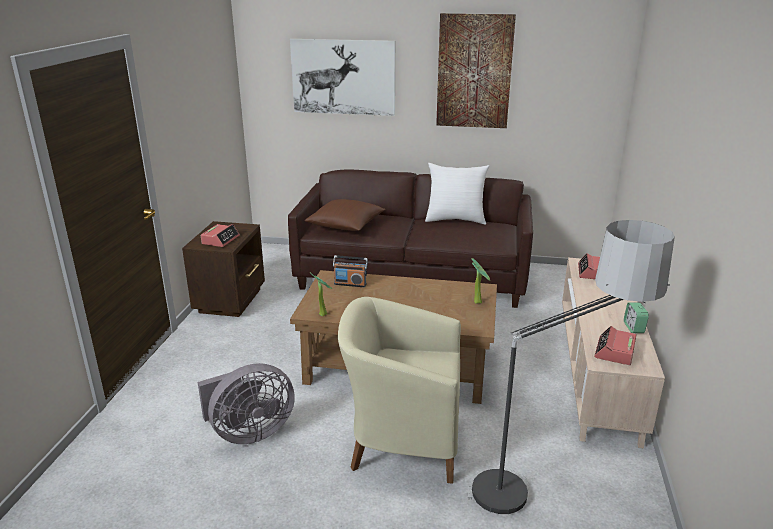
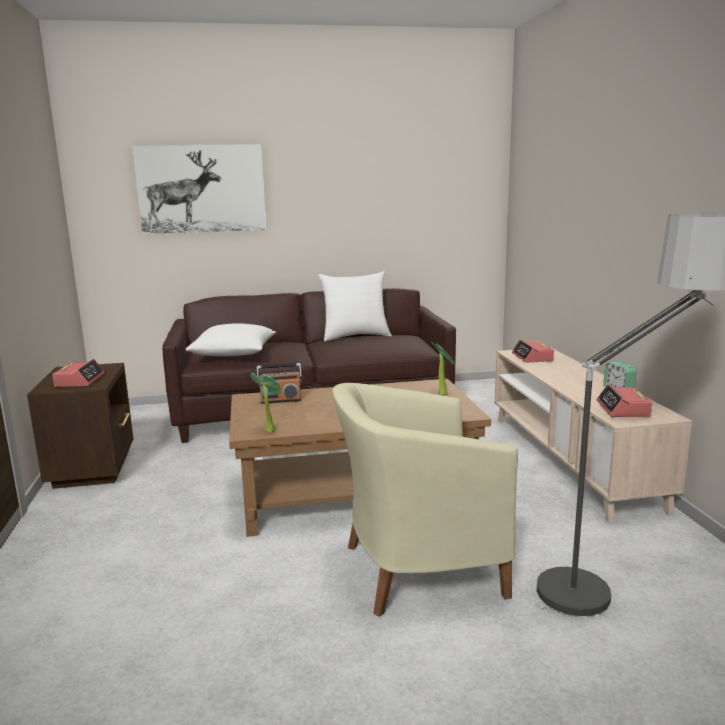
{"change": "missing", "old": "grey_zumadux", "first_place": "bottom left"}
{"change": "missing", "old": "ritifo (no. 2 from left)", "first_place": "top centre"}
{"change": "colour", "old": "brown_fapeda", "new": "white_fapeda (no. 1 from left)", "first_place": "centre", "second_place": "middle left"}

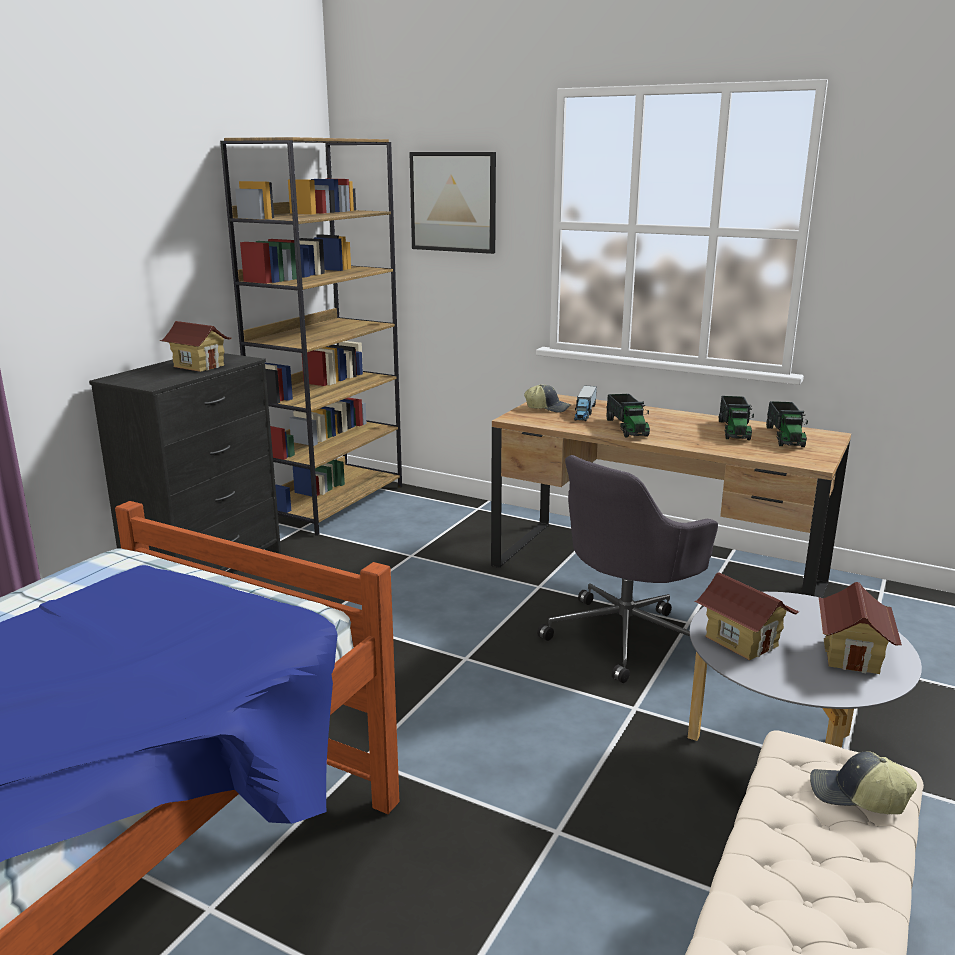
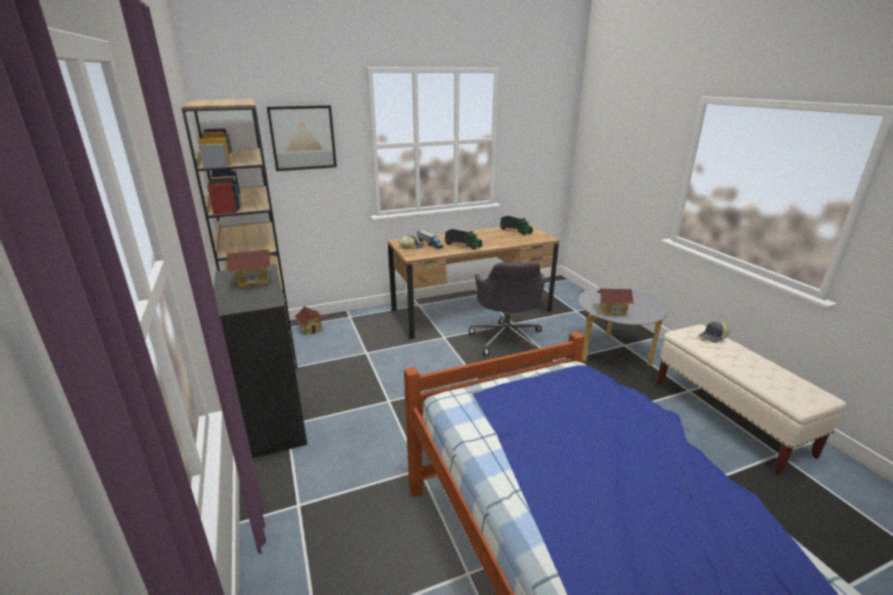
{"change": "missing", "old": "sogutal (no. 3 from left)", "first_place": "middle right"}
{"change": "relocated", "old": "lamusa (no. 3 from left in the first image)", "new": "lamusa (no. 2 from left)", "first_place": "middle right", "second_place": "centre"}

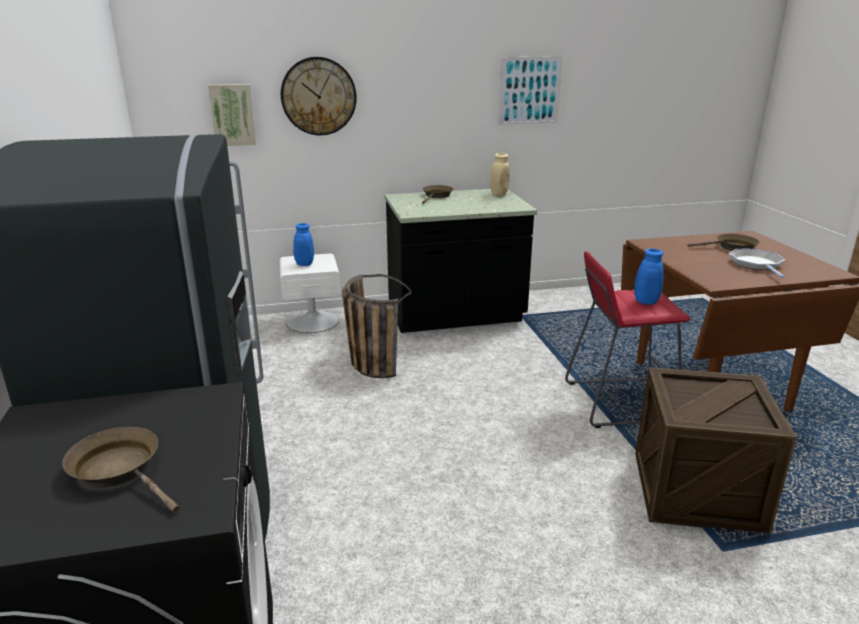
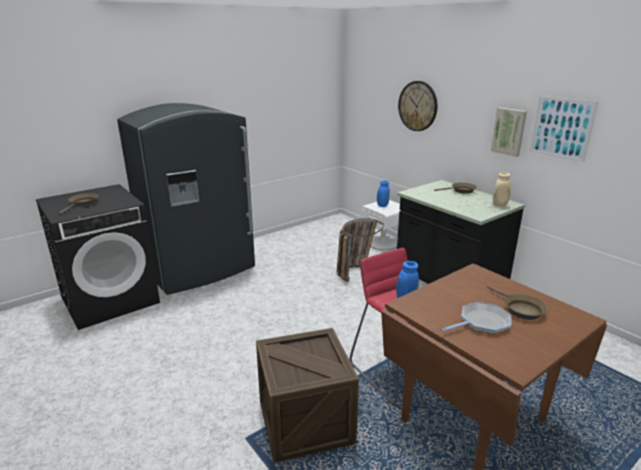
{"change": "relocated", "old": "ritifo (no. 1 from left)", "first_place": "top left", "second_place": "top right"}

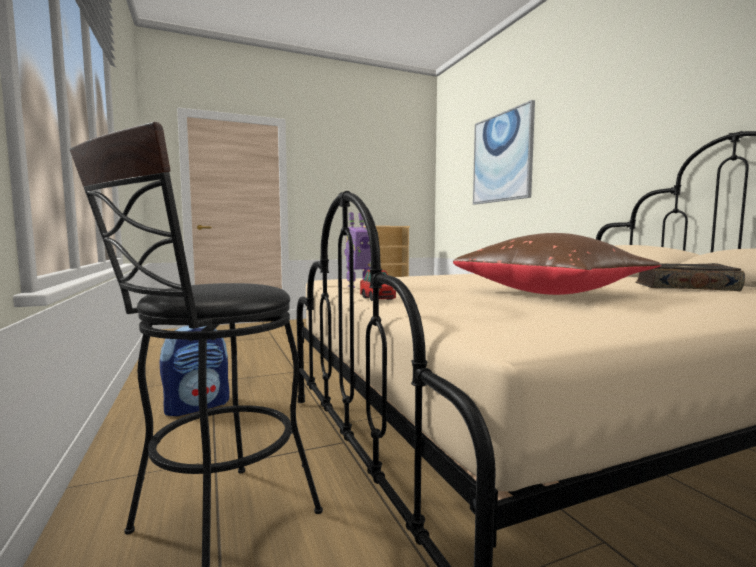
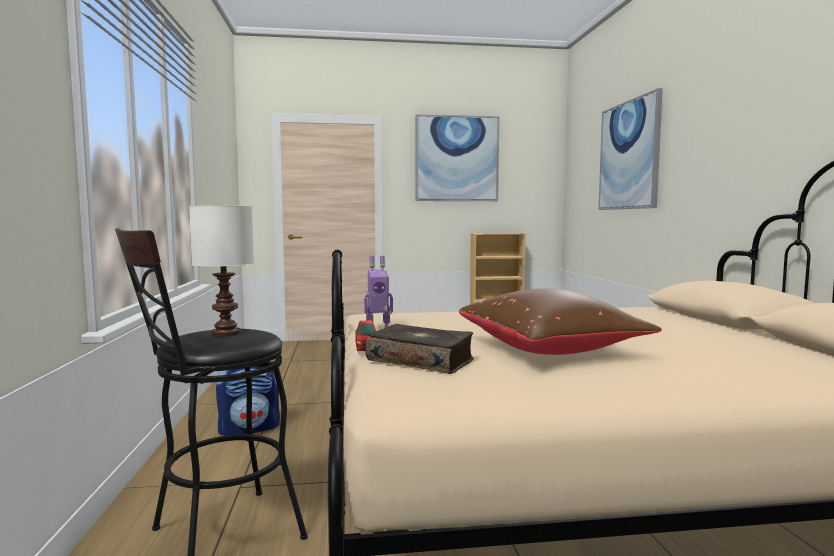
{"change": "appeared", "new": "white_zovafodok", "second_place": "middle left"}
{"change": "appeared", "new": "ritifo (no. 1 from left)", "second_place": "top centre"}
{"change": "relocated", "old": "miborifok", "first_place": "middle right", "second_place": "centre"}

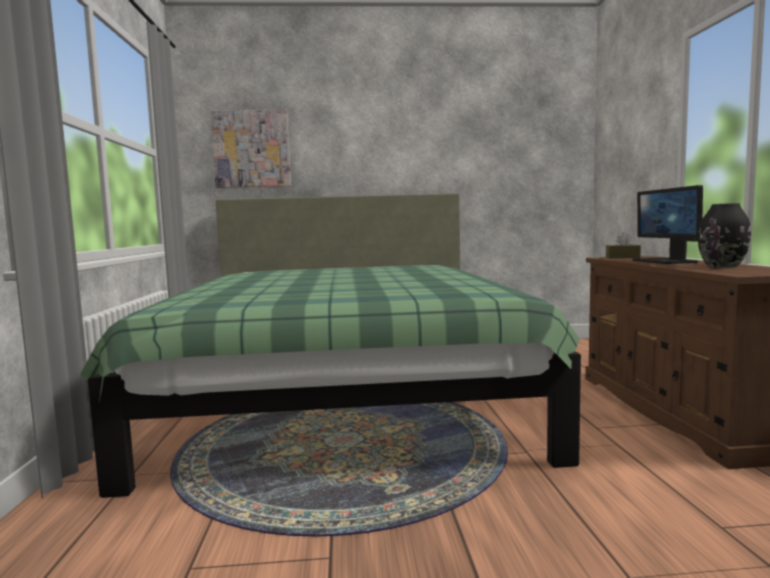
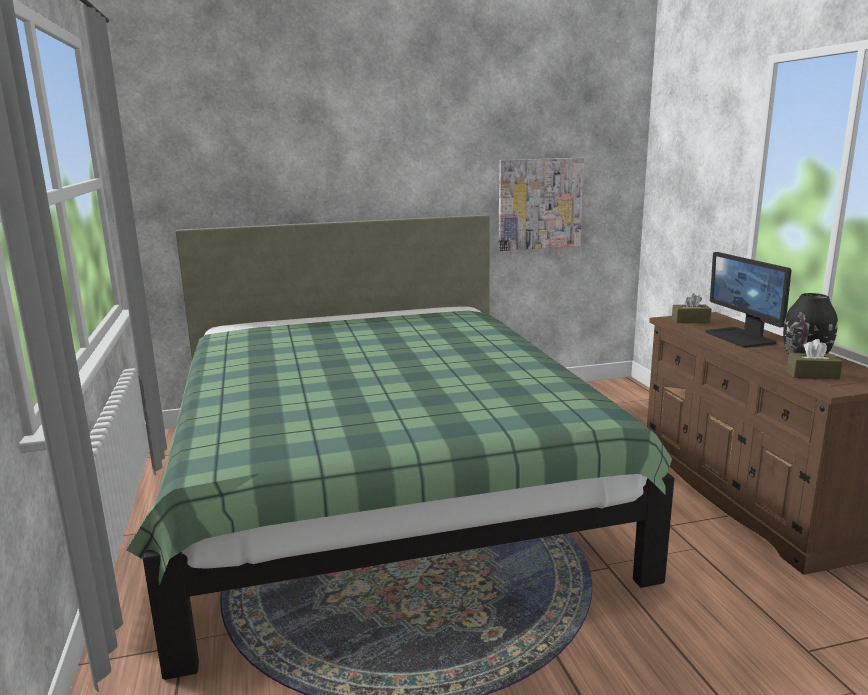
{"change": "appeared", "new": "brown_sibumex (no. 2 from left)", "second_place": "middle right"}
{"change": "relocated", "old": "ritifo", "first_place": "top left", "second_place": "top centre"}

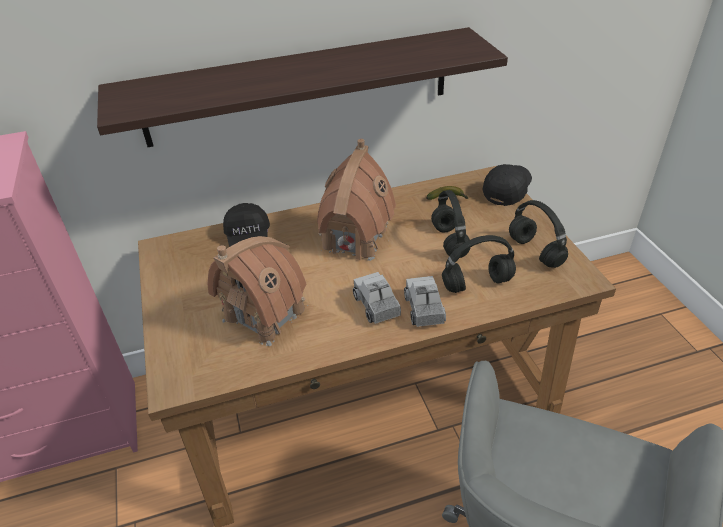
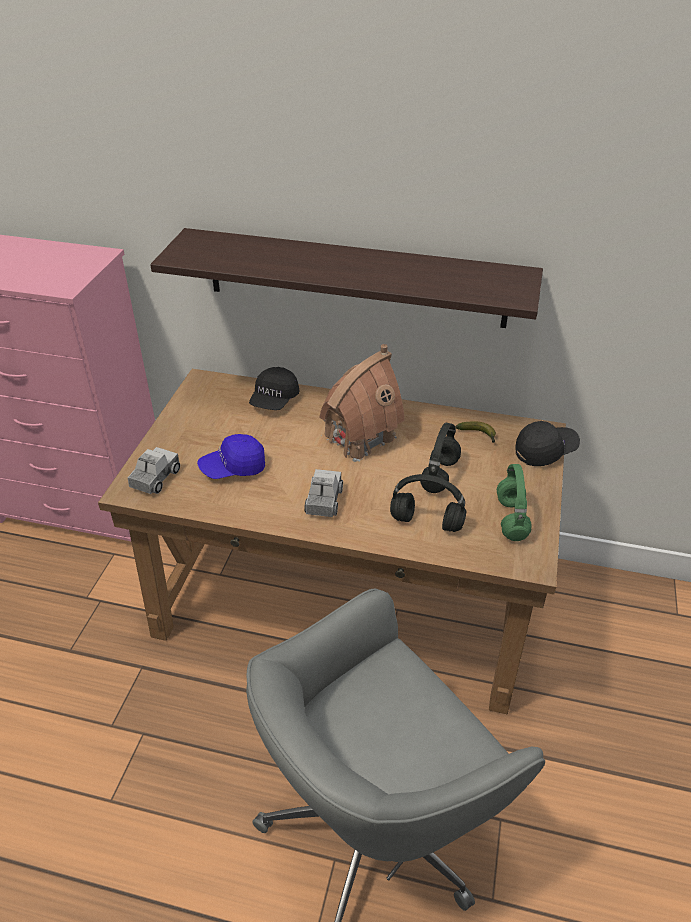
{"change": "relocated", "old": "sogutal (no. 2 from left in the first image)", "new": "sogutal (no. 1 from left)", "first_place": "centre", "second_place": "middle left"}
{"change": "exchanged", "old": "lamusa (no. 1 from left)", "new": "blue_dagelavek", "first_place": "centre", "second_place": "centre"}
{"change": "colour", "old": "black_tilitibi (no. 3 from left)", "new": "green_tilitibi", "first_place": "middle right", "second_place": "middle right"}

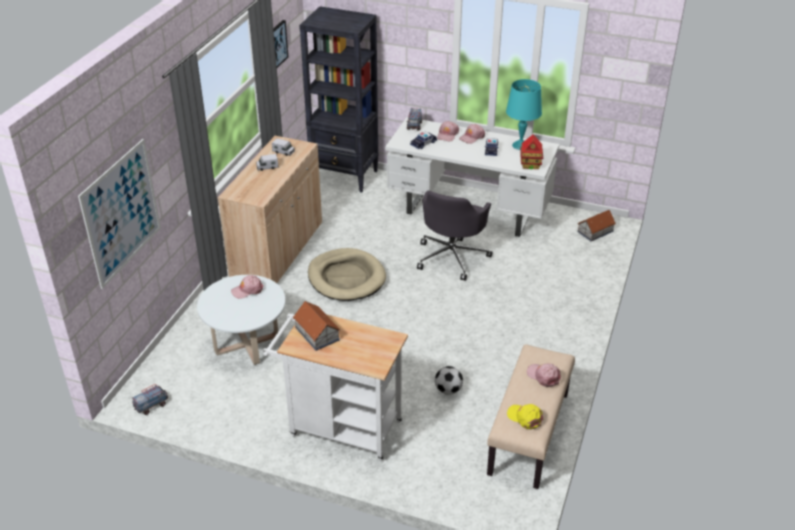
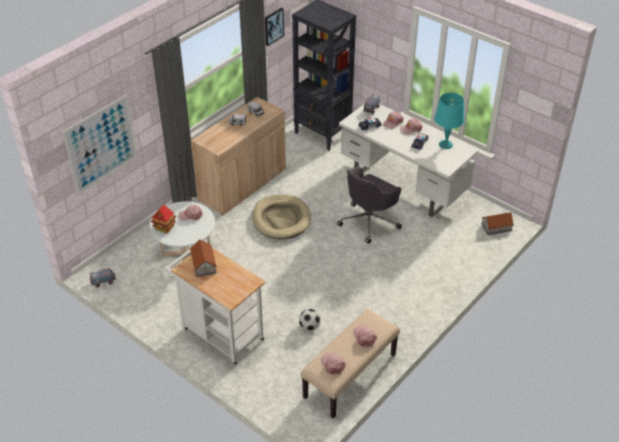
{"change": "relocated", "old": "lamusa (no. 2 from left in the first image)", "new": "lamusa (no. 1 from left)", "first_place": "top right", "second_place": "middle left"}
{"change": "colour", "old": "yellow_dagelavek", "new": "pink_dagelavek (no. 2 from left)", "first_place": "bottom centre", "second_place": "bottom centre"}

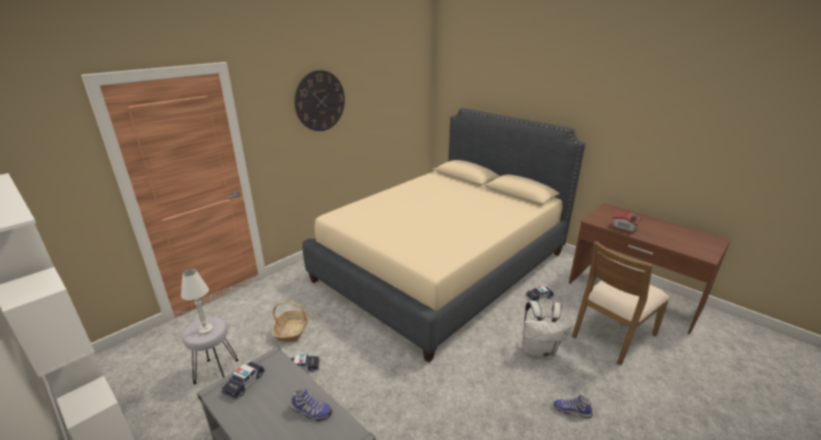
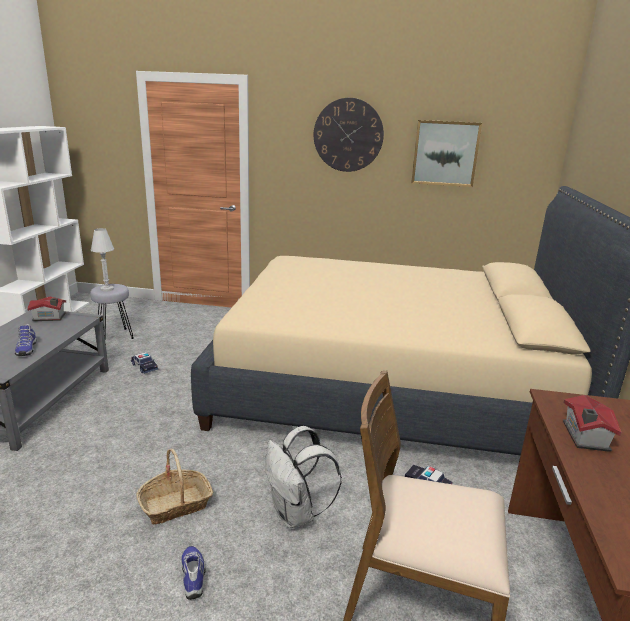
{"change": "appeared", "new": "ritifo", "second_place": "top right"}
{"change": "relocated", "old": "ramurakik", "first_place": "bottom centre", "second_place": "bottom left"}
{"change": "exchanged", "old": "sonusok (no. 1 from left)", "new": "lamusa (no. 1 from left)", "first_place": "bottom left", "second_place": "middle left"}

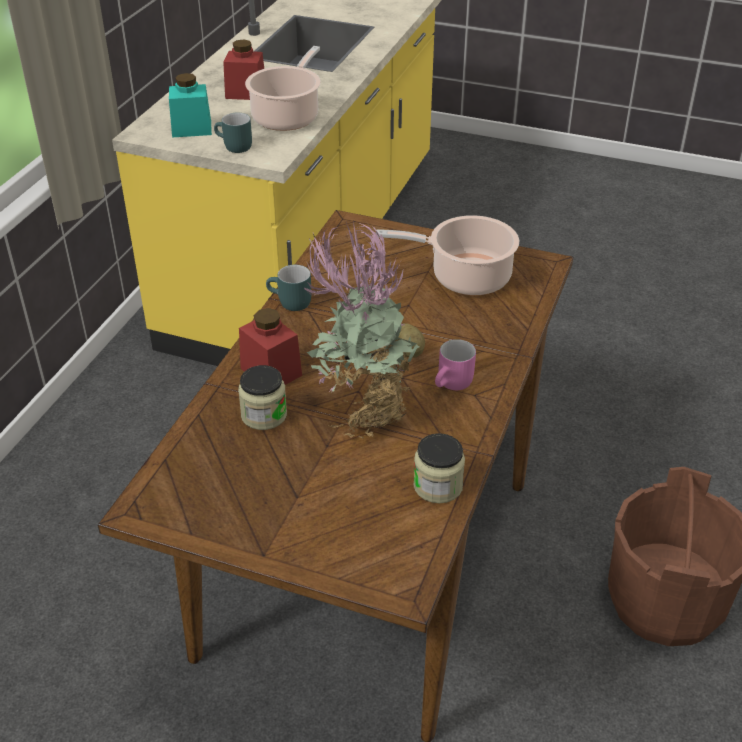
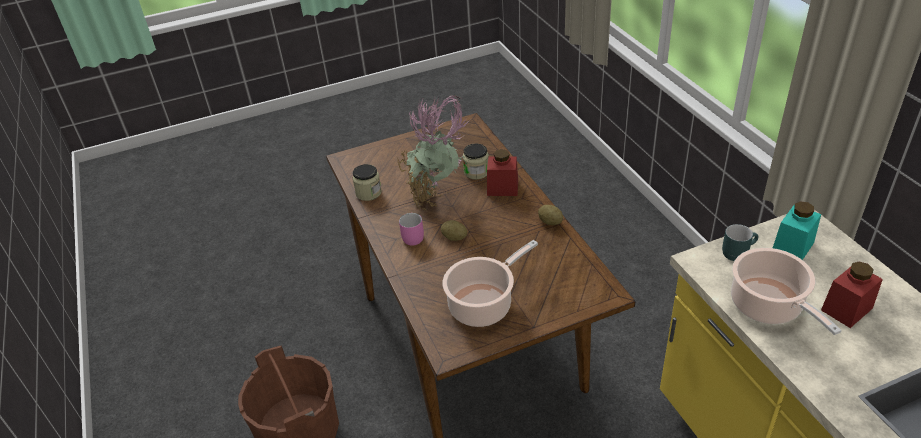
{"change": "exchanged", "old": "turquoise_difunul (no. 2 from left)", "new": "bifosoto (no. 2 from left)", "first_place": "centre", "second_place": "centre"}

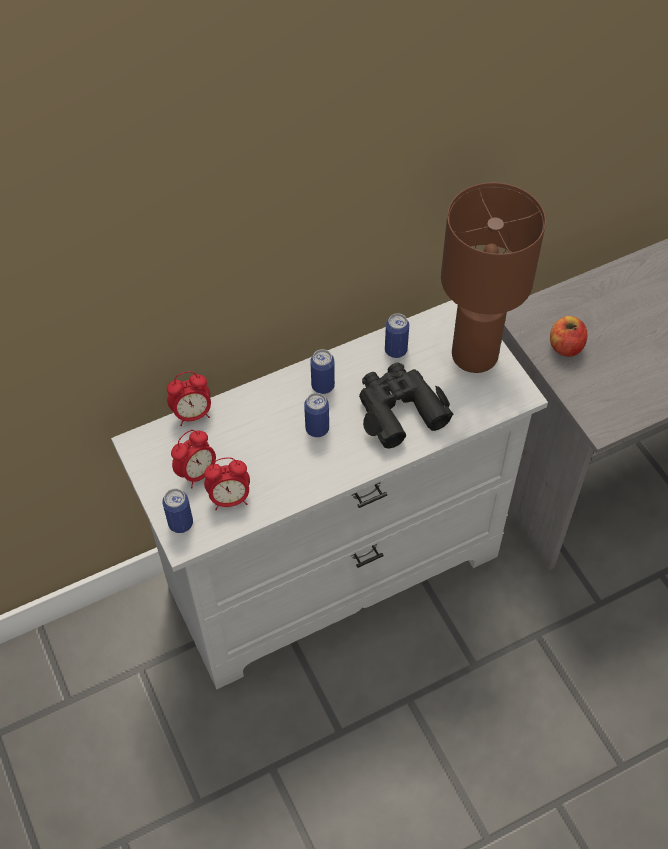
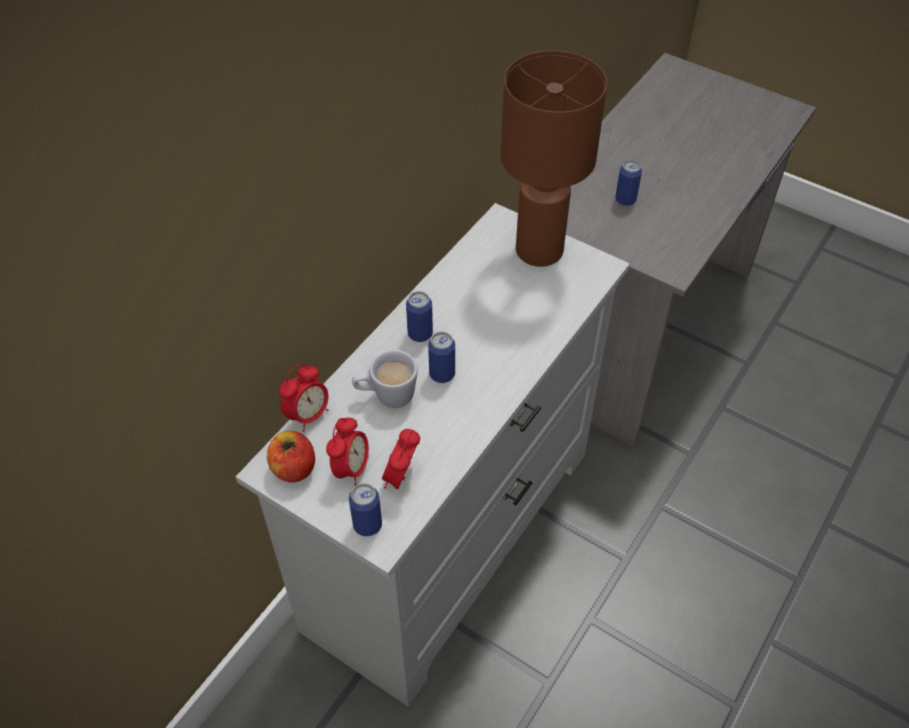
{"change": "missing", "old": "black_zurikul", "first_place": "centre"}
{"change": "appeared", "new": "white_difunul", "second_place": "centre"}
{"change": "relocated", "old": "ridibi (no. 4 from left)", "first_place": "centre", "second_place": "top right"}
{"change": "relocated", "old": "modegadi", "first_place": "middle right", "second_place": "middle left"}
{"change": "spun", "old": "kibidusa (no. 3 from left)", "first_place": "centre", "second_place": "centre", "degrees": 150}

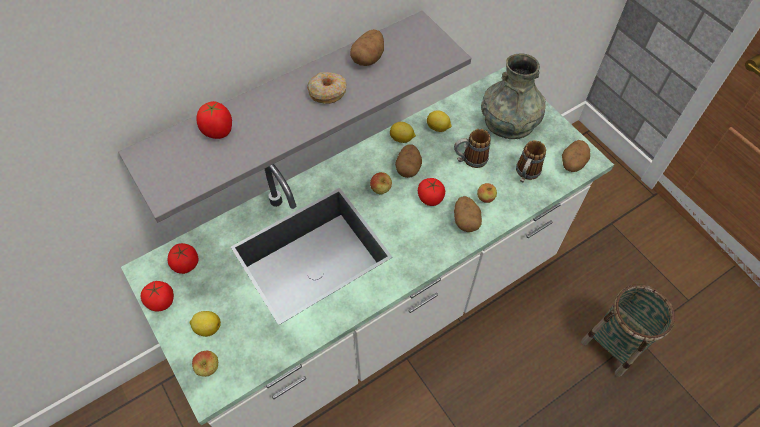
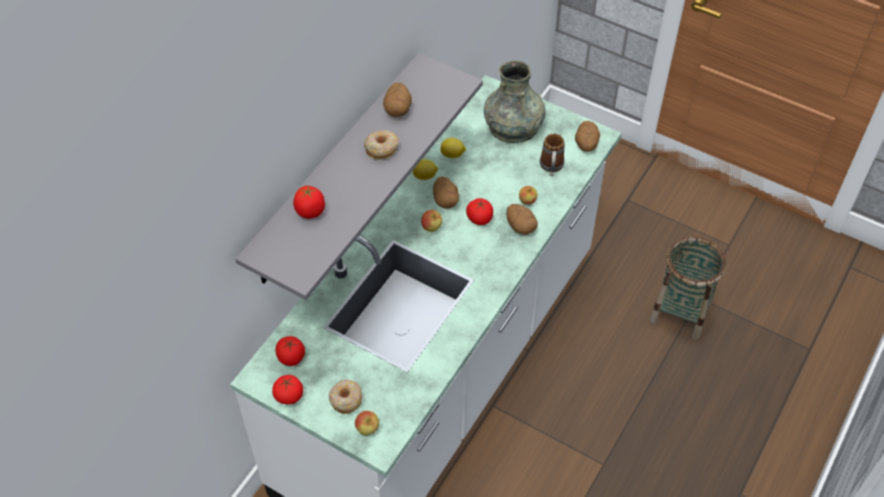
{"change": "missing", "old": "difunul (no. 1 from left)", "first_place": "centre"}
{"change": "exchanged", "old": "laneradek (no. 1 from left)", "new": "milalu (no. 1 from left)", "first_place": "bottom left", "second_place": "bottom centre"}

